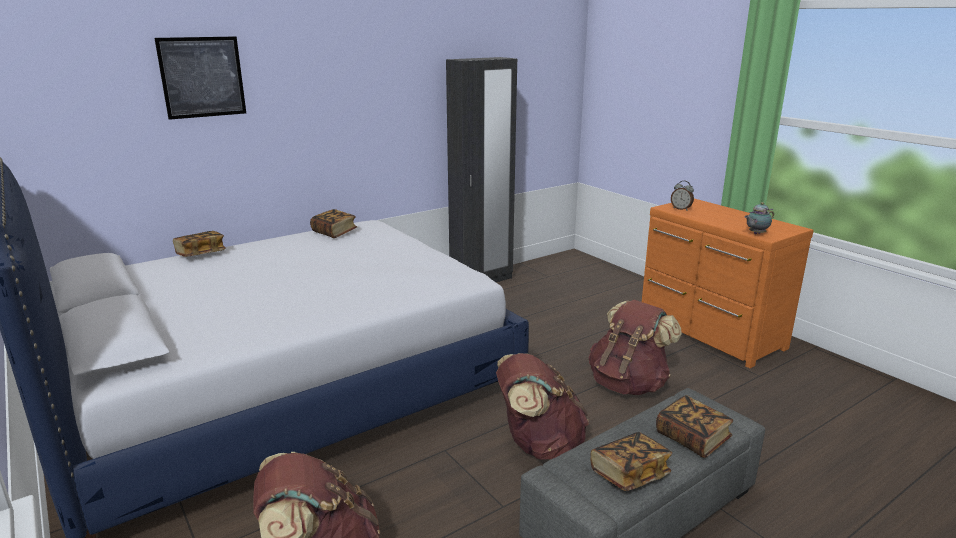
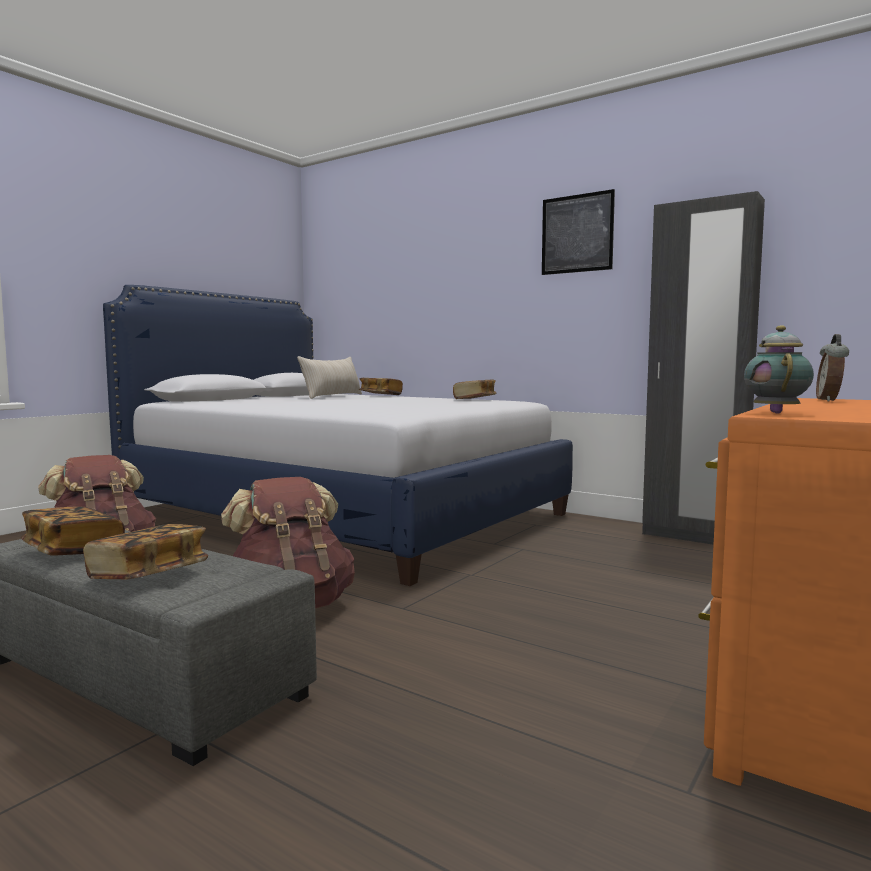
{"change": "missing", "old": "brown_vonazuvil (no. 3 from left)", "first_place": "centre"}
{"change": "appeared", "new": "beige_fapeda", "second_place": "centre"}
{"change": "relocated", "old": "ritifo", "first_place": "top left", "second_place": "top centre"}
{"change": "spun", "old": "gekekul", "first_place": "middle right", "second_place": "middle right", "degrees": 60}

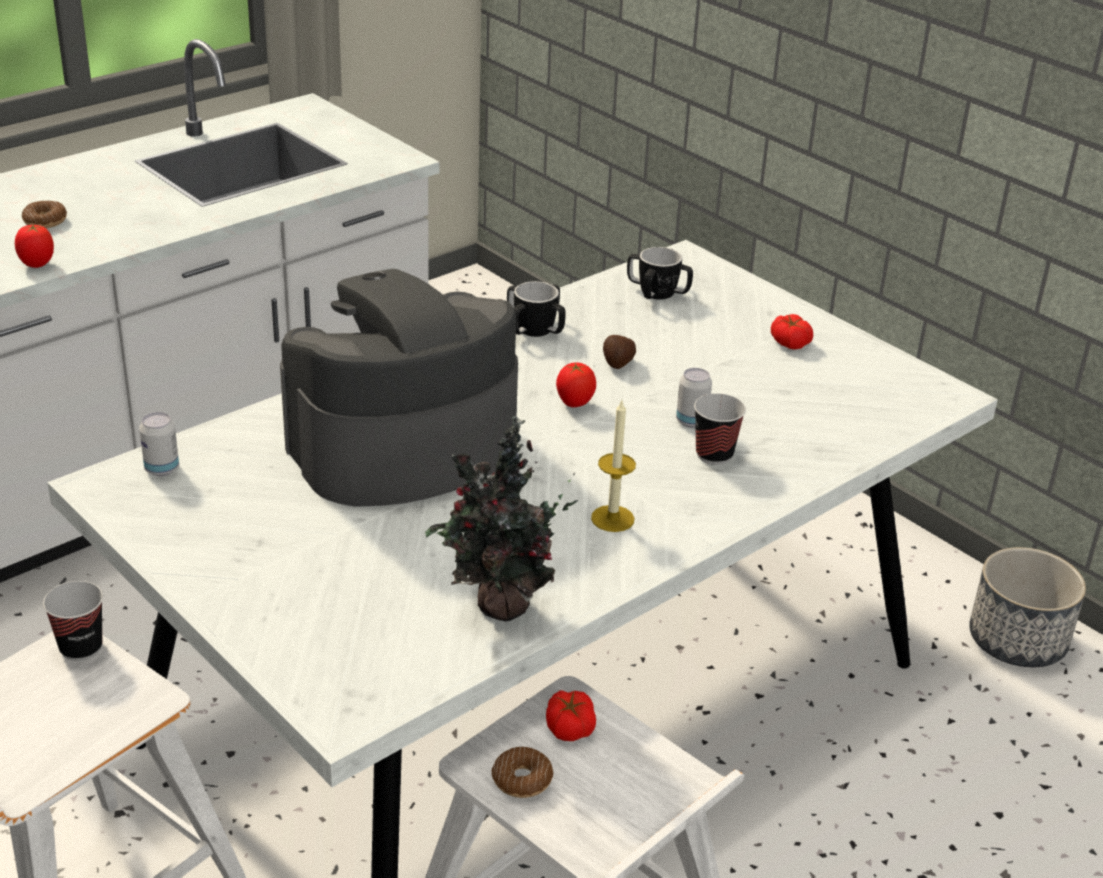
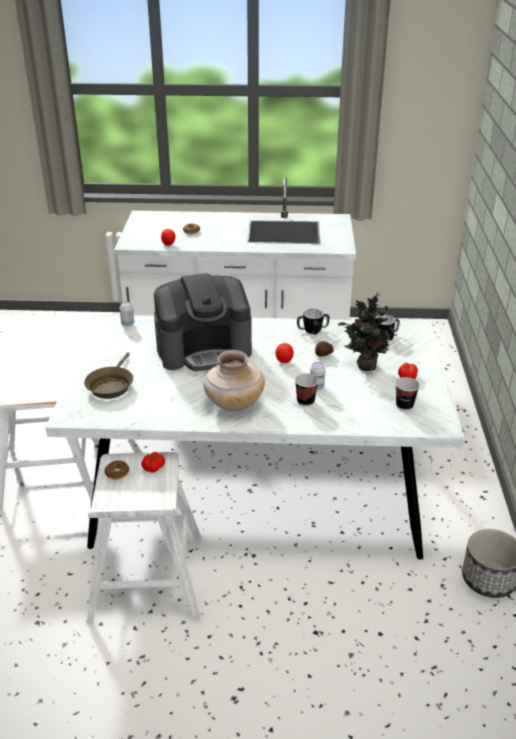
{"change": "appeared", "new": "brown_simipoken", "second_place": "middle left"}
{"change": "relocated", "old": "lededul (no. 1 from left in the first image)", "new": "lededul (no. 2 from left)", "first_place": "bottom left", "second_place": "middle right"}
{"change": "relocated", "old": "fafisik", "first_place": "centre", "second_place": "middle right"}
{"change": "exchanged", "old": "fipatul", "new": "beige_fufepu", "first_place": "centre", "second_place": "centre"}
{"change": "spun", "old": "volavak", "first_place": "centre", "second_place": "centre", "degrees": 150}

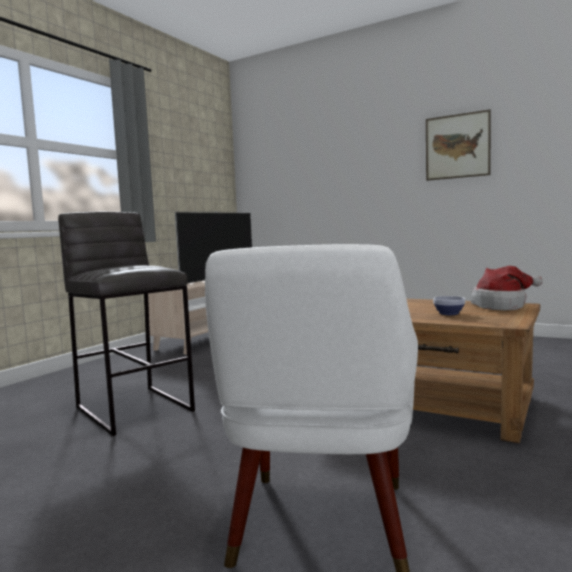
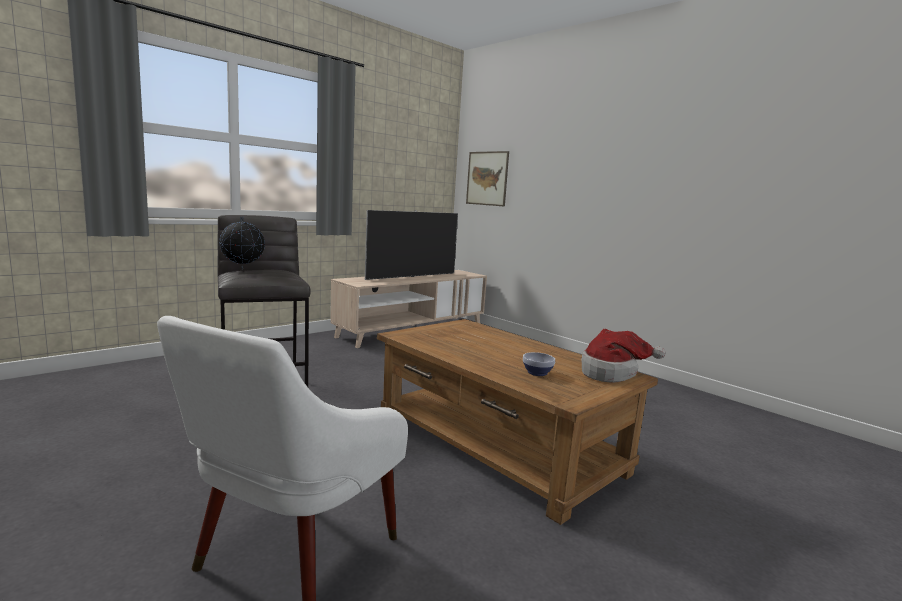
{"change": "appeared", "new": "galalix", "second_place": "middle left"}
{"change": "relocated", "old": "ritifo", "first_place": "top right", "second_place": "top centre"}

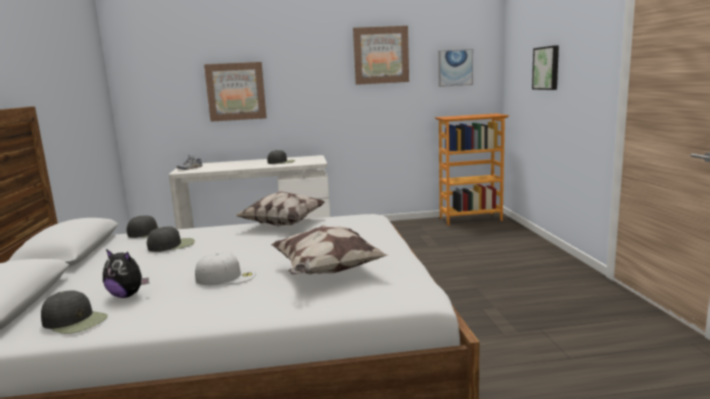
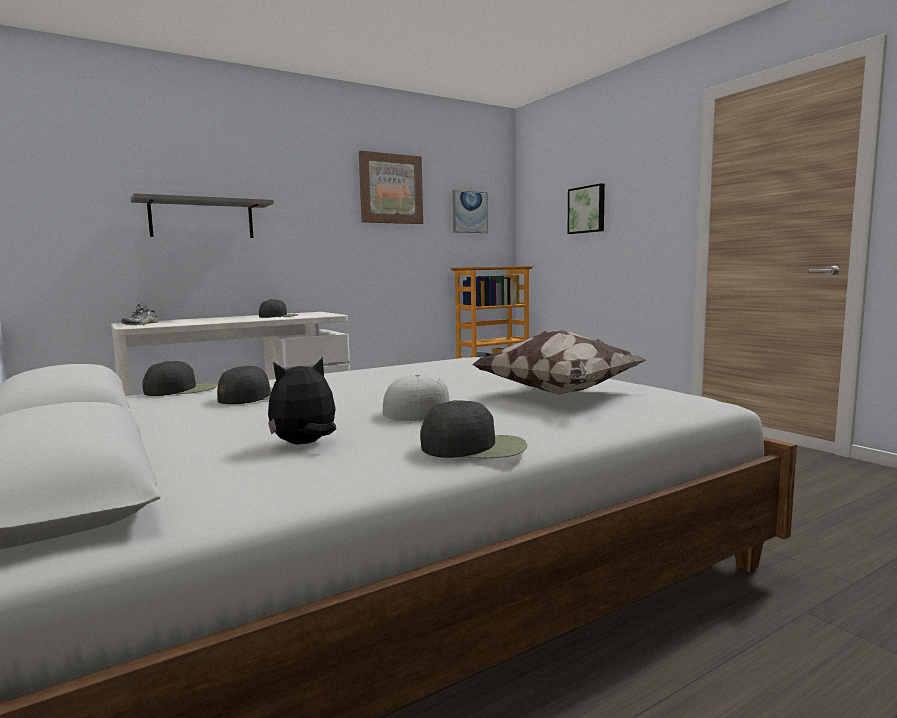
{"change": "missing", "old": "fapeda (no. 1 from left)", "first_place": "centre"}
{"change": "relocated", "old": "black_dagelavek (no. 1 from left in the first image)", "new": "black_dagelavek (no. 4 from left)", "first_place": "bottom left", "second_place": "centre"}
{"change": "exchanged", "old": "ritifo (no. 1 from left)", "new": "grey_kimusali", "first_place": "top left", "second_place": "top left"}
{"change": "spun", "old": "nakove", "first_place": "bottom left", "second_place": "centre", "degrees": 150}

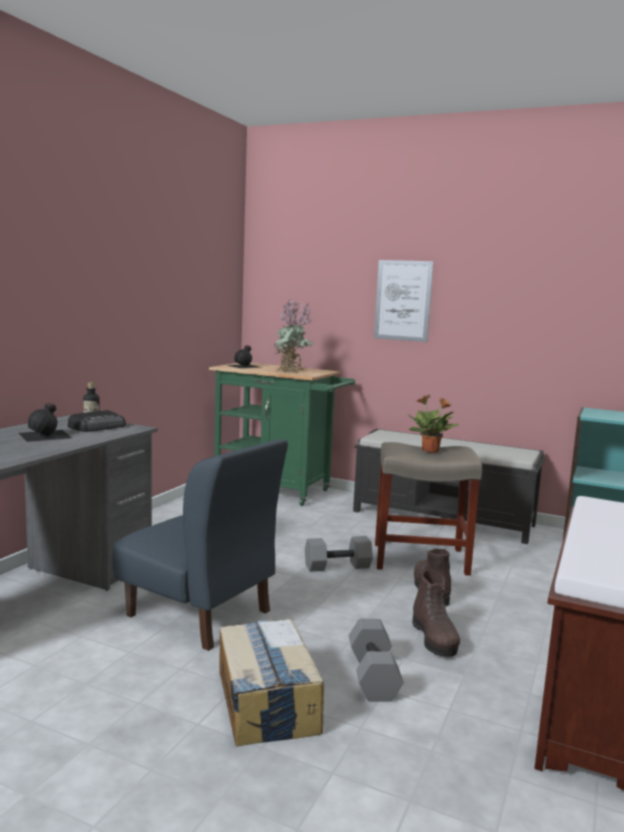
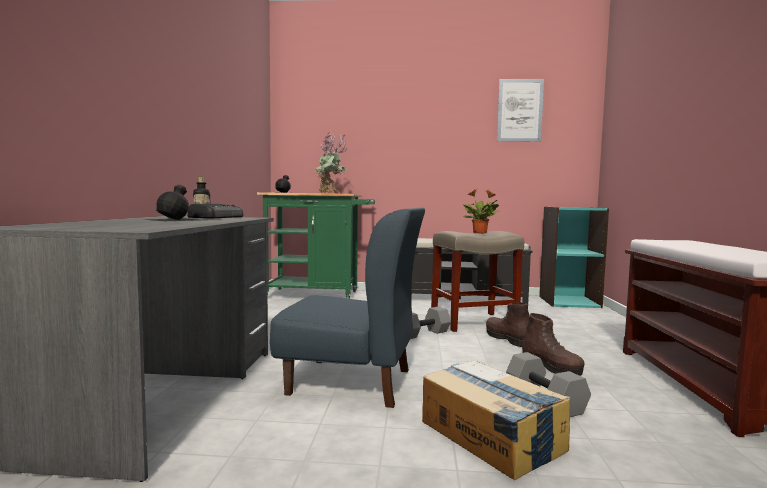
{"change": "relocated", "old": "ritifo", "first_place": "centre", "second_place": "top right"}

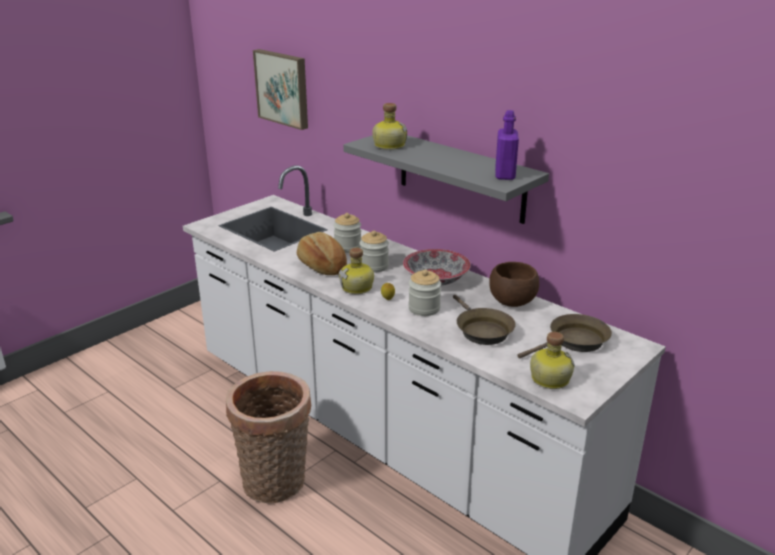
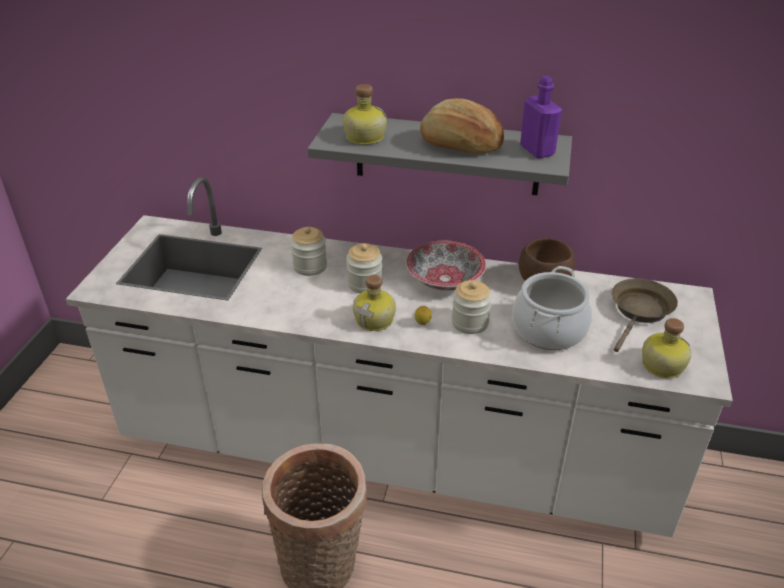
{"change": "missing", "old": "ritifo", "first_place": "top centre"}
{"change": "relocated", "old": "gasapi", "first_place": "centre", "second_place": "top centre"}
{"change": "exchanged", "old": "brown_simipoken (no. 1 from left)", "new": "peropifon", "first_place": "centre", "second_place": "middle right"}

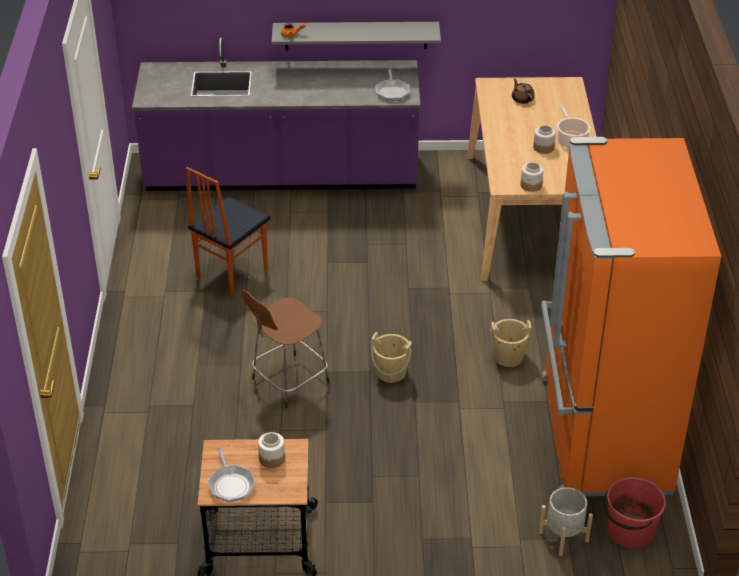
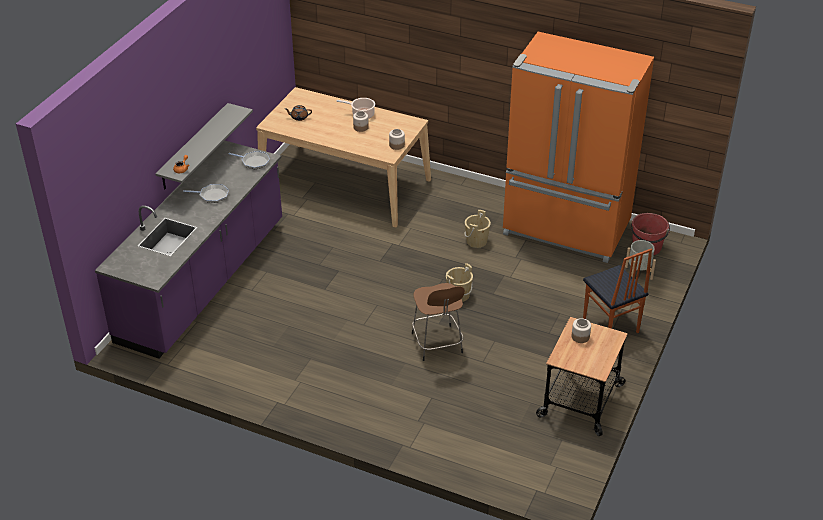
{"change": "relocated", "old": "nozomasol", "first_place": "middle left", "second_place": "middle right"}
{"change": "relocated", "old": "simipoken (no. 1 from left)", "first_place": "bottom left", "second_place": "middle left"}

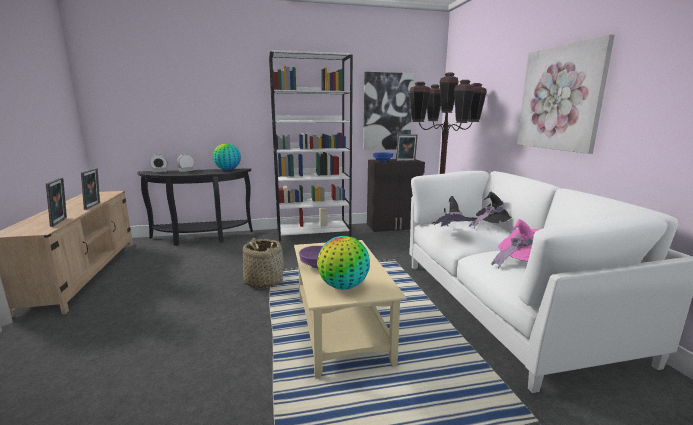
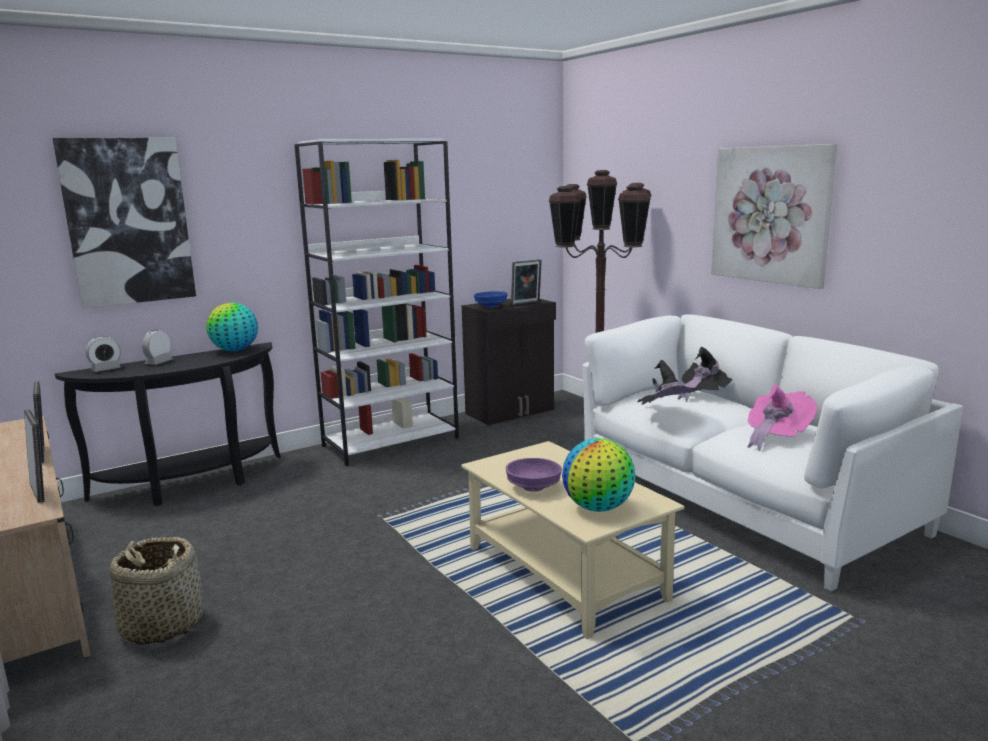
{"change": "relocated", "old": "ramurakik", "first_place": "centre", "second_place": "bottom left"}
{"change": "relocated", "old": "ritifo (no. 1 from left)", "first_place": "top centre", "second_place": "top left"}

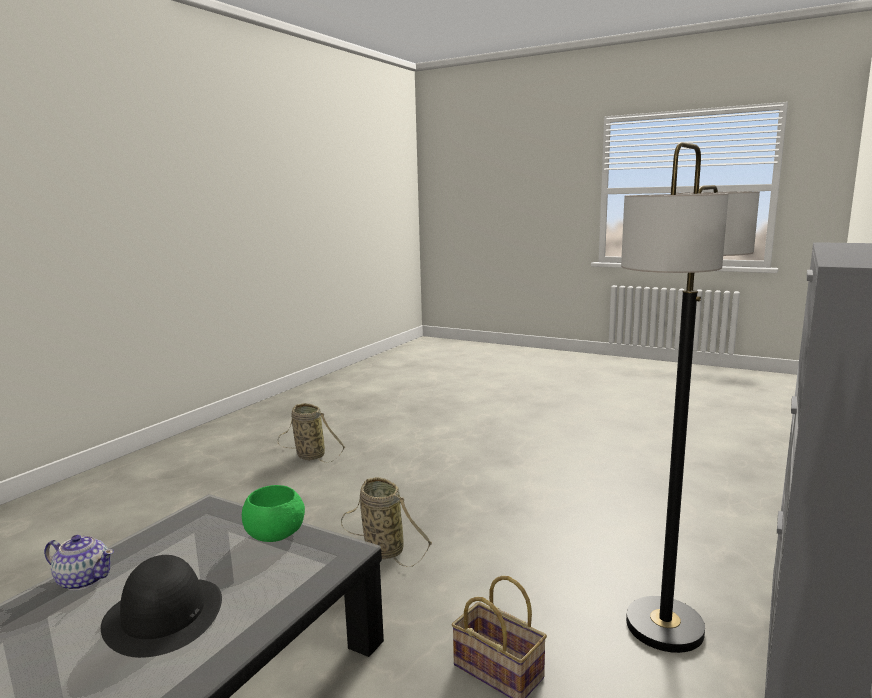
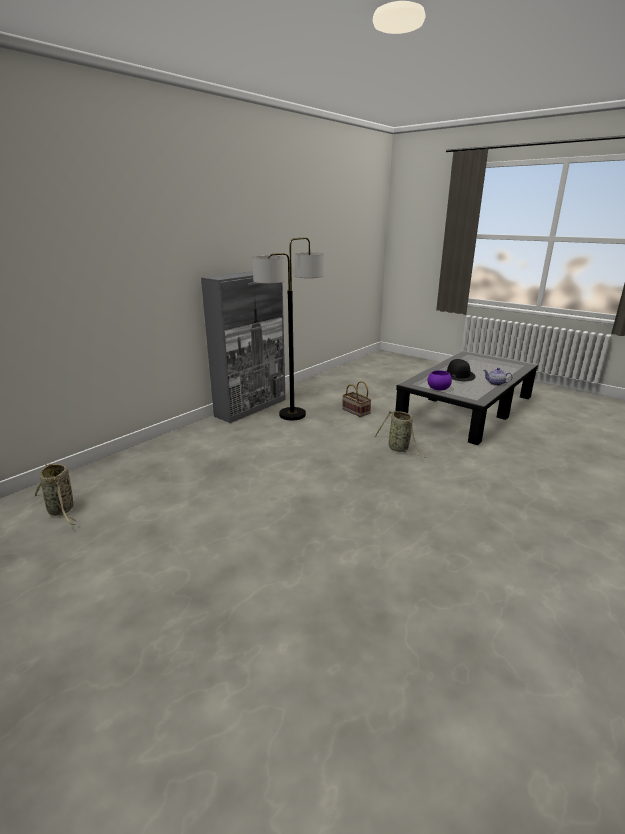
{"change": "relocated", "old": "ramurakik (no. 1 from left)", "first_place": "centre", "second_place": "middle left"}
{"change": "colour", "old": "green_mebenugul", "new": "purple_mebenugul", "first_place": "bottom left", "second_place": "middle right"}

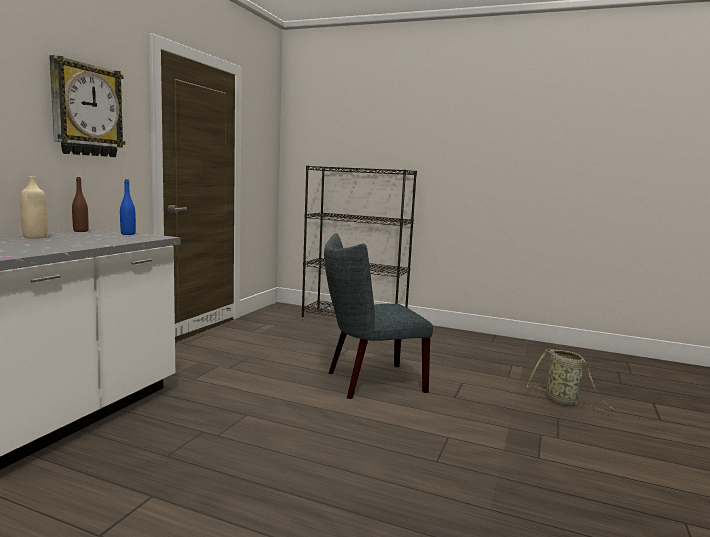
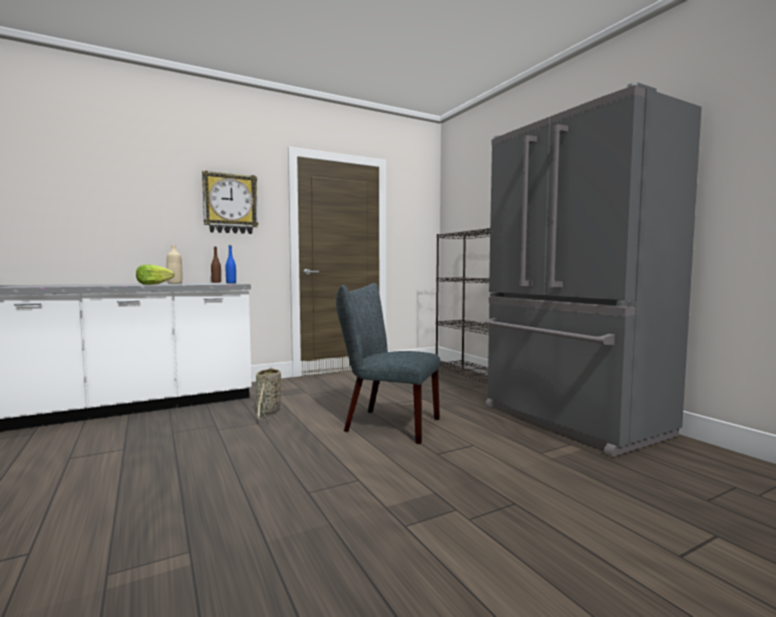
{"change": "appeared", "new": "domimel", "second_place": "middle left"}
{"change": "appeared", "new": "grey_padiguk", "second_place": "middle right"}
{"change": "relocated", "old": "ramurakik", "first_place": "bottom right", "second_place": "centre"}

